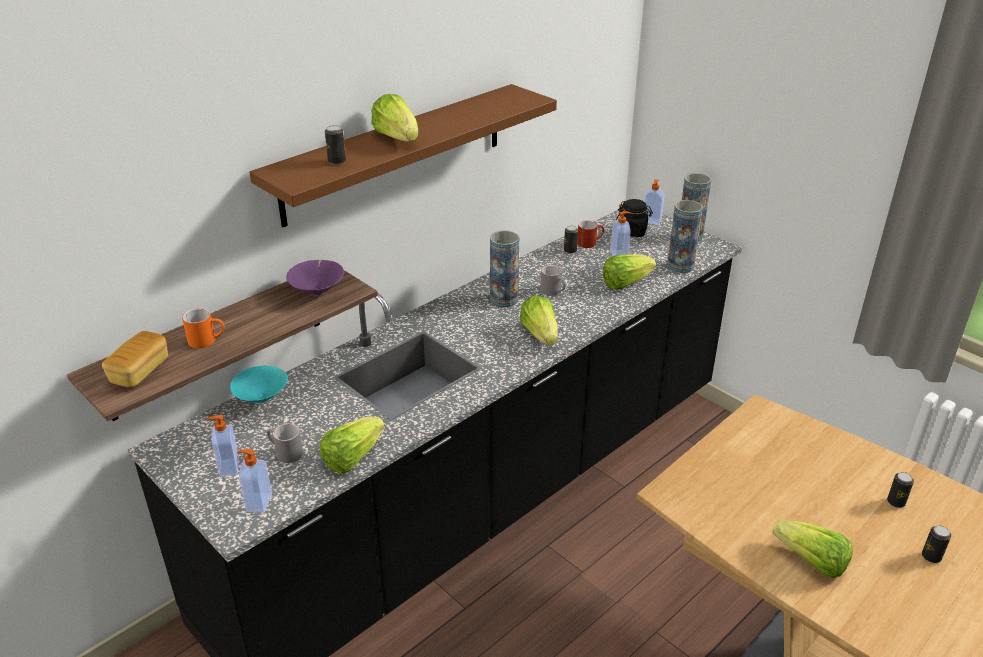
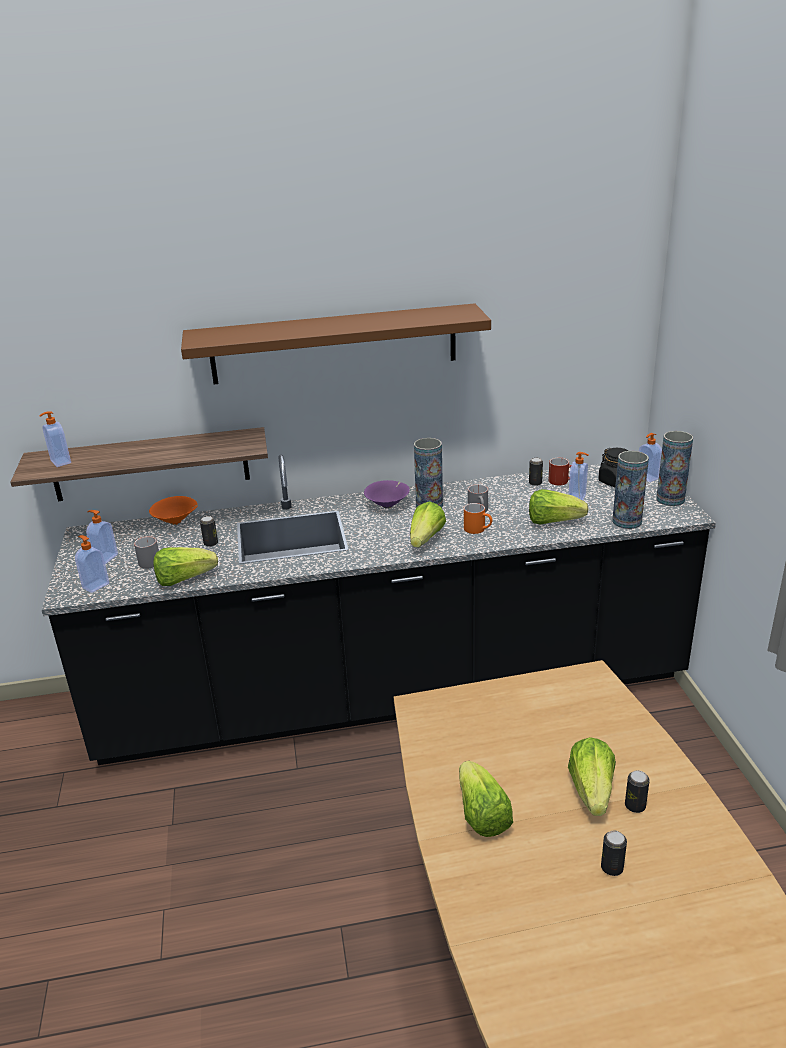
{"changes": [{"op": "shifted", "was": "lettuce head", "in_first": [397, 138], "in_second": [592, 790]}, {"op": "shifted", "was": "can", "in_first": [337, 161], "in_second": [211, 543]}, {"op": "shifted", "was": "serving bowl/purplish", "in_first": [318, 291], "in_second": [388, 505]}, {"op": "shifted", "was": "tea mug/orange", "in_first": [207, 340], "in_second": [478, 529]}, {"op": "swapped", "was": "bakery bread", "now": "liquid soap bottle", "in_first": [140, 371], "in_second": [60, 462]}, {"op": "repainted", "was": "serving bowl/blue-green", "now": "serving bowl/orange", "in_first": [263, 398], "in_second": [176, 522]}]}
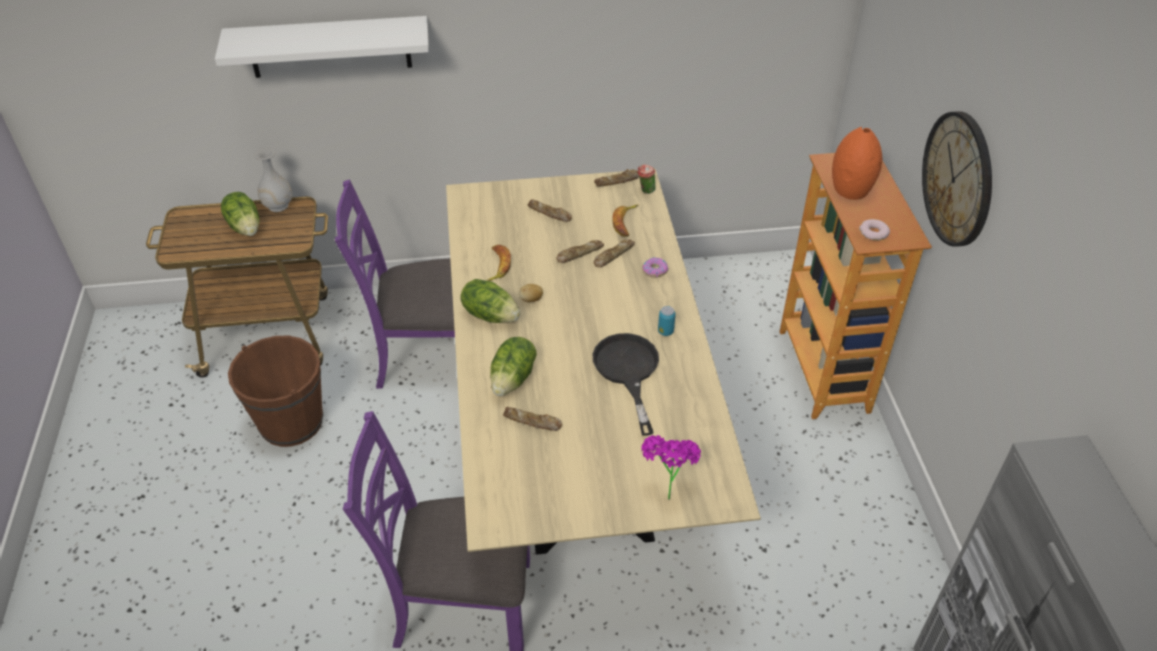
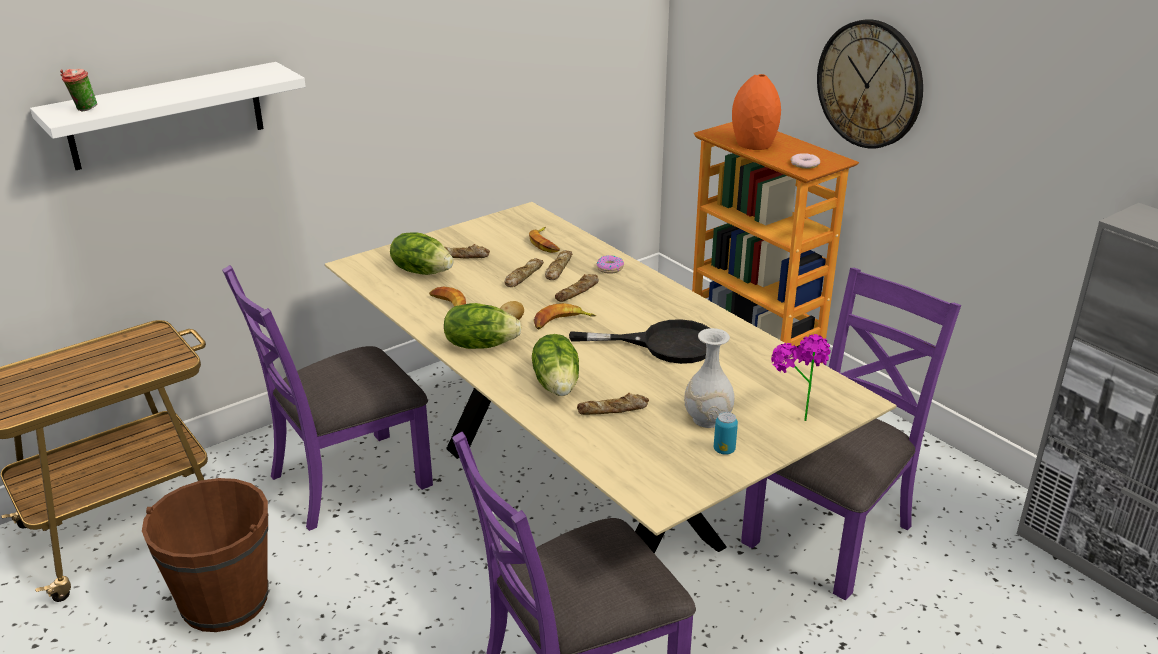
{"changes": [{"op": "shifted", "was": "decorative vase/white", "in_first": [278, 205], "in_second": [707, 419]}, {"op": "shifted", "was": "cup", "in_first": [645, 191], "in_second": [83, 109]}, {"op": "shifted", "was": "bakery bread", "in_first": [617, 181], "in_second": [578, 292]}, {"op": "shifted", "was": "lettuce head", "in_first": [245, 226], "in_second": [422, 271]}, {"op": "shifted", "was": "can", "in_first": [665, 331], "in_second": [724, 450]}, {"op": "rotated", "was": "skillet/black-coloured", "in_first": [628, 372], "in_second": [664, 344], "clockwise": 135}, {"op": "new", "now": "upright chair/purplish", "in_second": [830, 534]}, {"op": "new", "now": "whole banana", "in_second": [561, 322]}]}
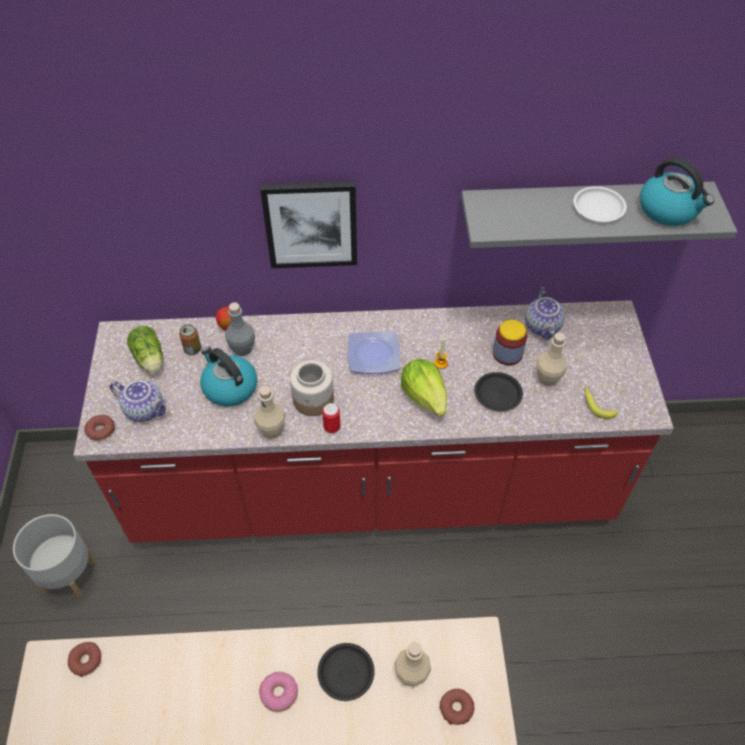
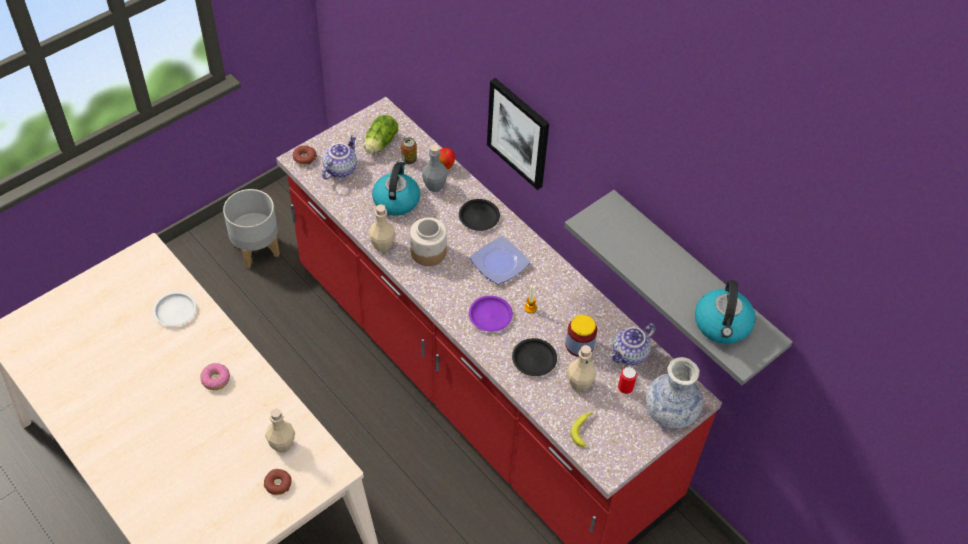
{"changes": [{"op": "shifted", "was": "flat dish/white", "in_first": [598, 207], "in_second": [175, 311]}, {"op": "swapped", "was": "lettuce head", "now": "flat dish/purplish", "in_first": [425, 396], "in_second": [490, 315]}, {"op": "rotated", "was": "tea pot", "in_first": [145, 409], "in_second": [340, 168], "clockwise": -135}, {"op": "shifted", "was": "can", "in_first": [332, 427], "in_second": [625, 388]}, {"op": "gone", "was": "donut", "in_first": [86, 661]}, {"op": "shifted", "was": "flat dish/black-coloured", "in_first": [346, 673], "in_second": [479, 217]}, {"op": "new", "now": "decorative vase", "in_second": [670, 411]}]}
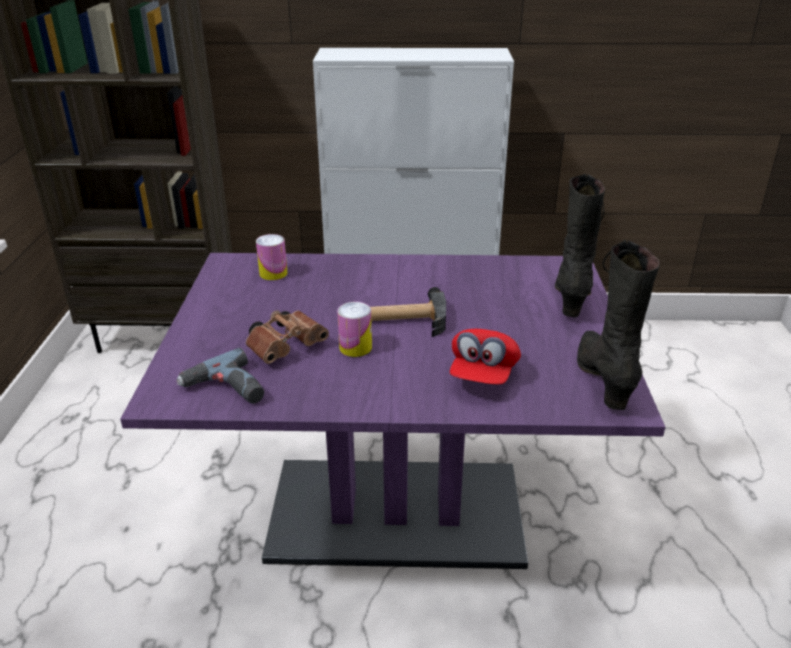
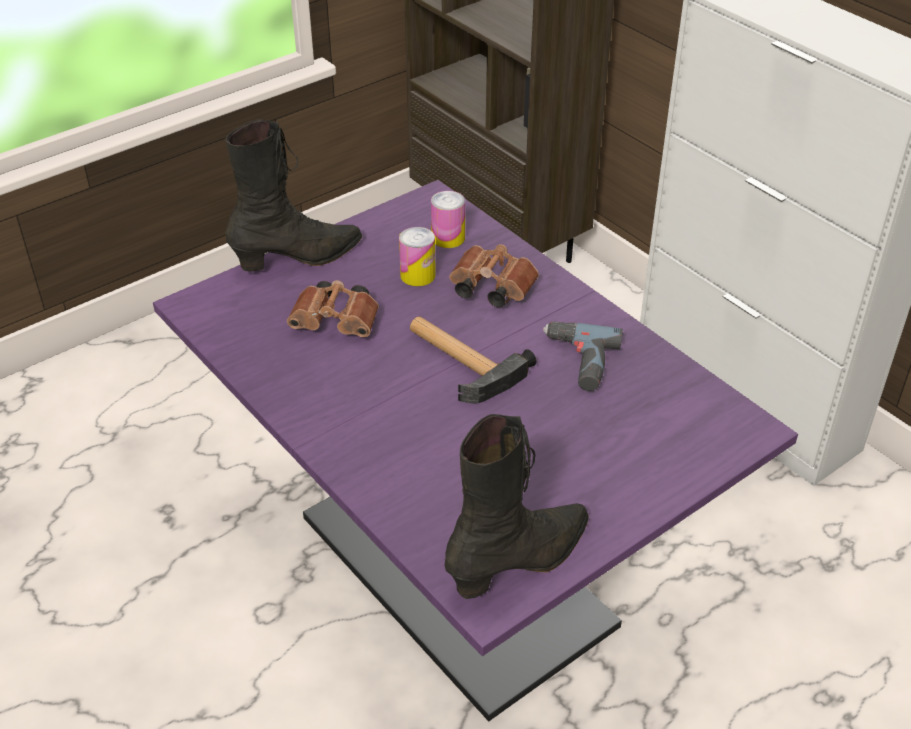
{"changes": [{"op": "shifted", "was": "tall boot/black-coloured", "in_first": [572, 297], "in_second": [299, 258]}, {"op": "shifted", "was": "can", "in_first": [355, 347], "in_second": [417, 275]}, {"op": "gone", "was": "peaked cap/red", "in_first": [483, 374]}, {"op": "shifted", "was": "electric drill", "in_first": [225, 390], "in_second": [577, 362]}, {"op": "new", "now": "pair of binoculars/brownish", "in_second": [489, 289]}]}
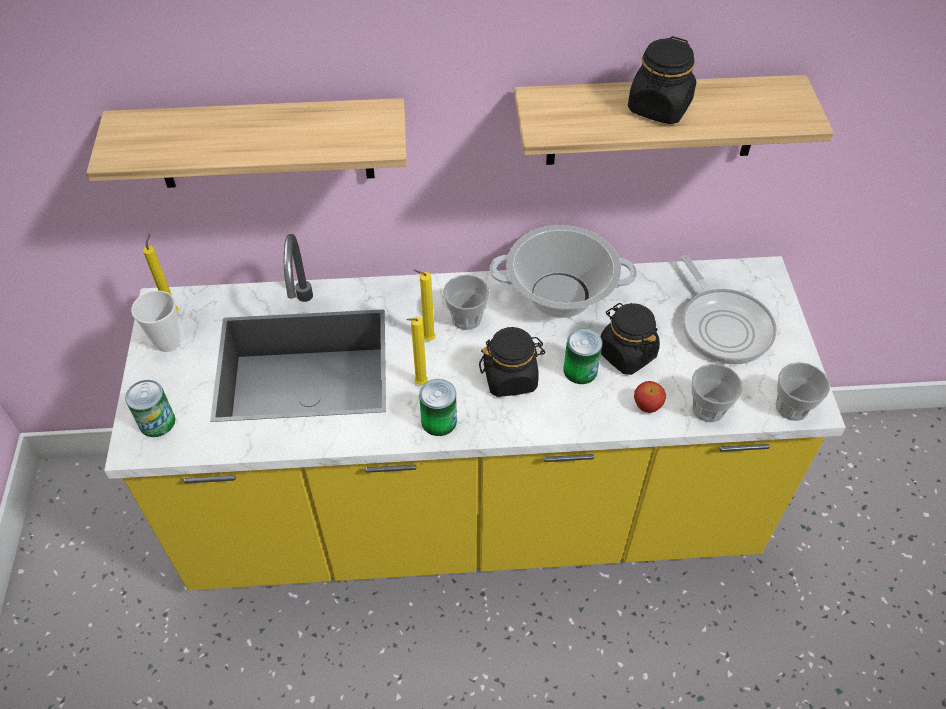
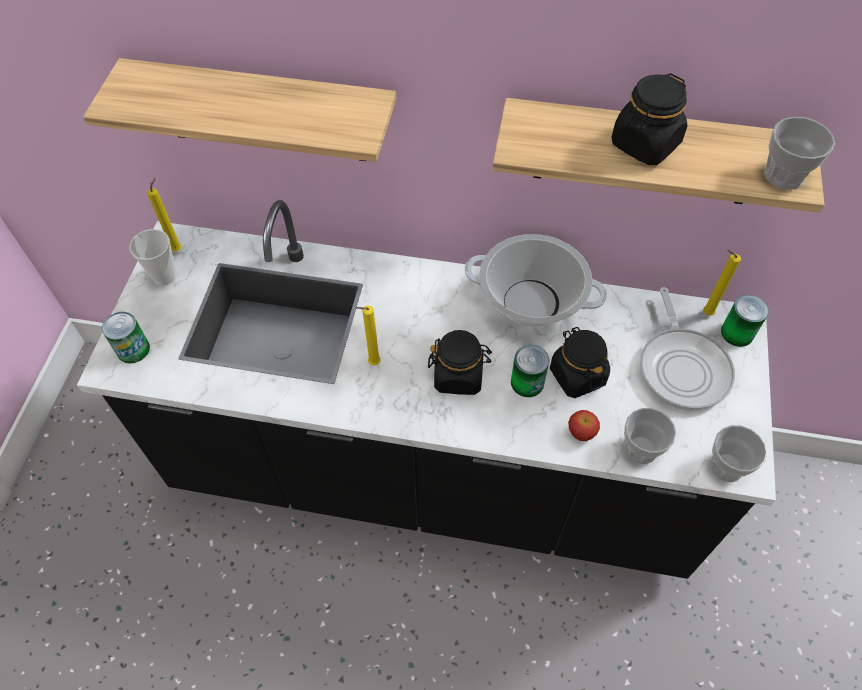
{"changes": [{"op": "repainted", "was": "kitchen counter/yellow-coloured", "now": "kitchen counter/black-coloured", "in_first": [473, 516], "in_second": [432, 476]}, {"op": "shifted", "was": "wax candle/yellow-coloured", "in_first": [426, 339], "in_second": [705, 313]}, {"op": "shifted", "was": "cup", "in_first": [466, 318], "in_second": [784, 175]}, {"op": "shifted", "was": "can", "in_first": [439, 421], "in_second": [737, 333]}]}
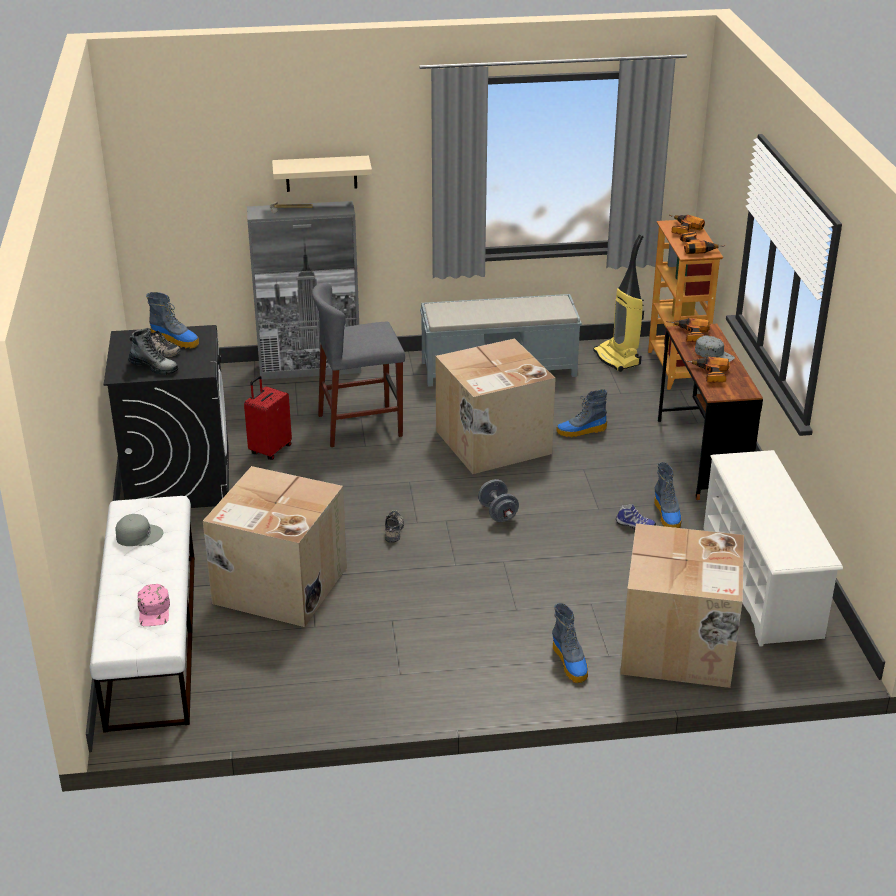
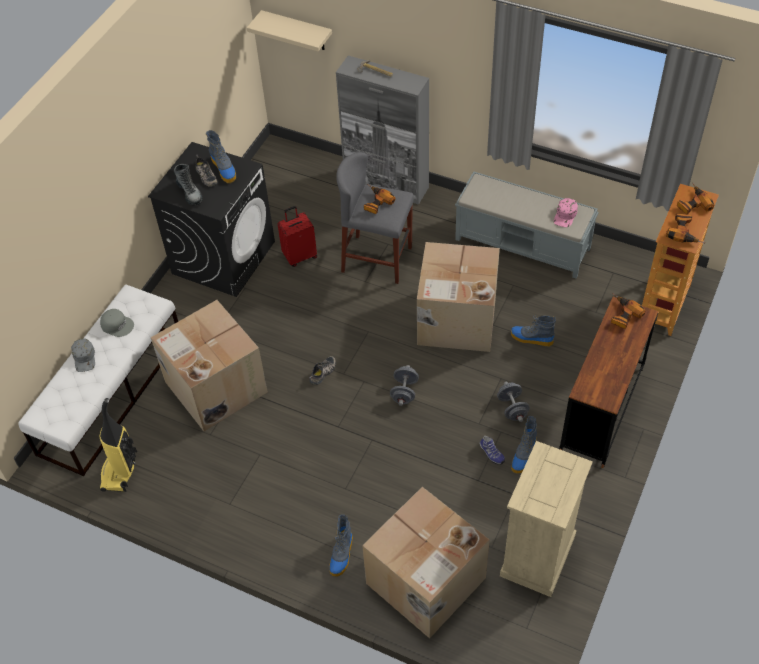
{"changes": [{"op": "shifted", "was": "shelf/sand-coloured", "in_first": [321, 173], "in_second": [297, 31]}, {"op": "shifted", "was": "vacuum", "in_first": [618, 358], "in_second": [120, 472]}, {"op": "shifted", "was": "peaked cap/gray", "in_first": [714, 354], "in_second": [84, 358]}, {"op": "shifted", "was": "electric drill", "in_first": [709, 375], "in_second": [375, 203]}, {"op": "swapped", "was": "shoe stand/white", "now": "drawer chest/sand-coloured", "in_first": [762, 582], "in_second": [537, 556]}, {"op": "shifted", "was": "peaked cap/pink-coloured", "in_first": [154, 611], "in_second": [565, 215]}, {"op": "new", "now": "free weight/gray", "in_second": [512, 408]}]}
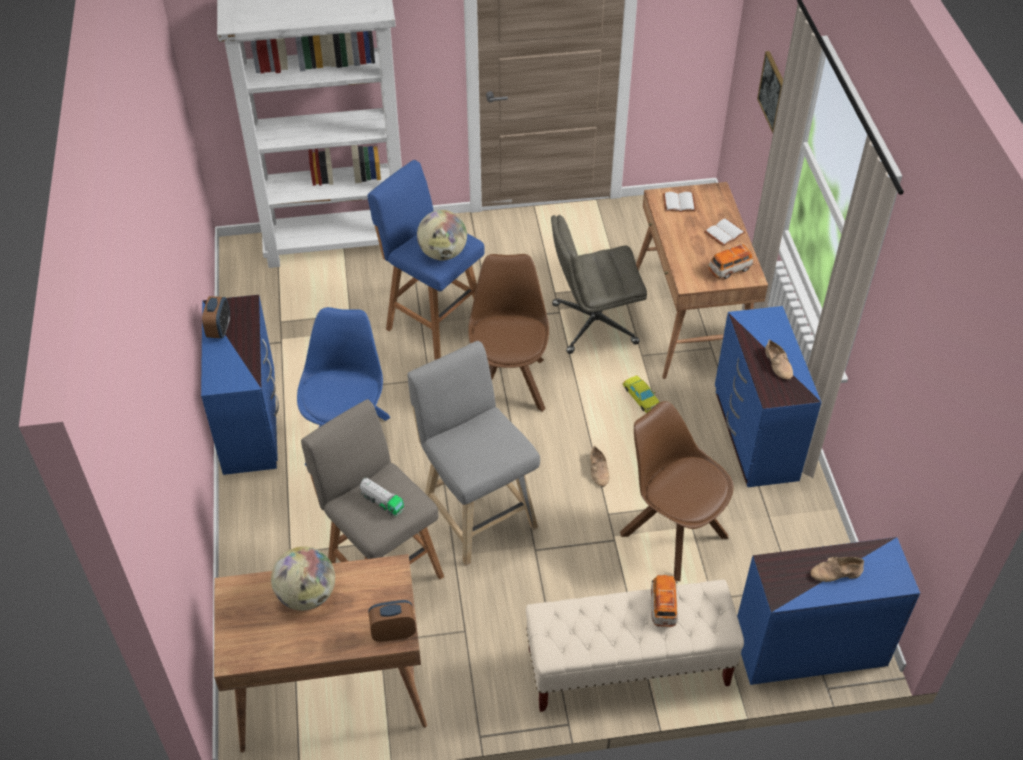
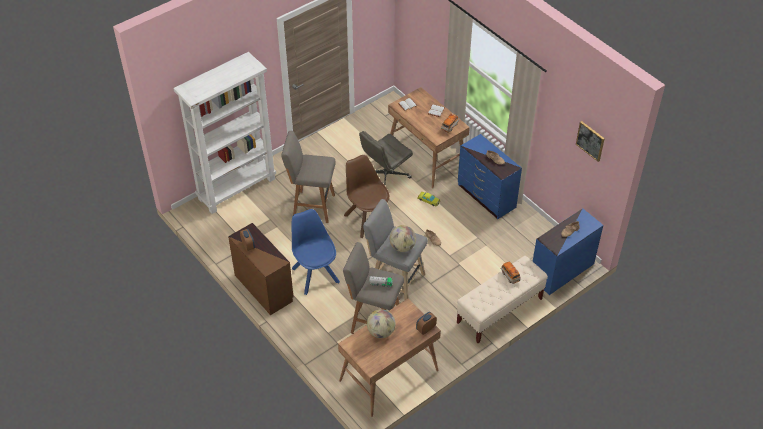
{"changes": [{"op": "shifted", "was": "picture", "in_first": [773, 92], "in_second": [590, 141]}, {"op": "repainted", "was": "sitting stool/blue-coloured", "now": "sitting stool/gray", "in_first": [433, 322], "in_second": [312, 206]}, {"op": "shifted", "was": "desk globe", "in_first": [443, 253], "in_second": [402, 247]}, {"op": "repainted", "was": "drawer chest/blue-coloured", "now": "drawer chest/brownish", "in_first": [251, 422], "in_second": [264, 287]}, {"op": "gone", "was": "upright chair/brownish", "in_first": [671, 533]}]}
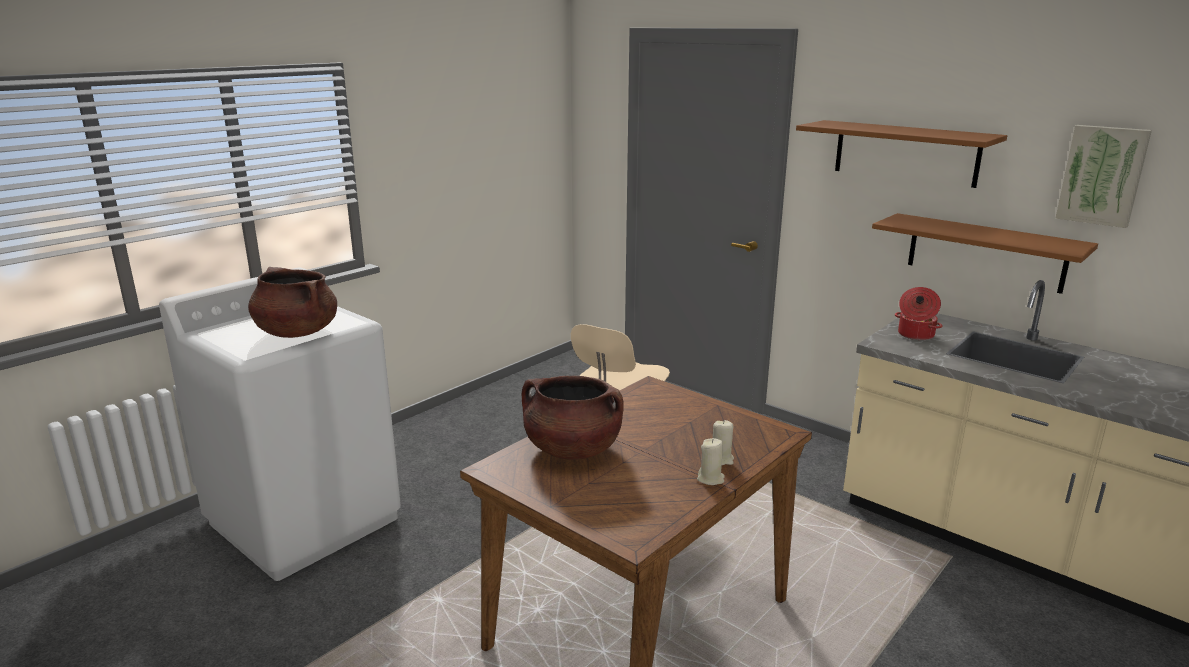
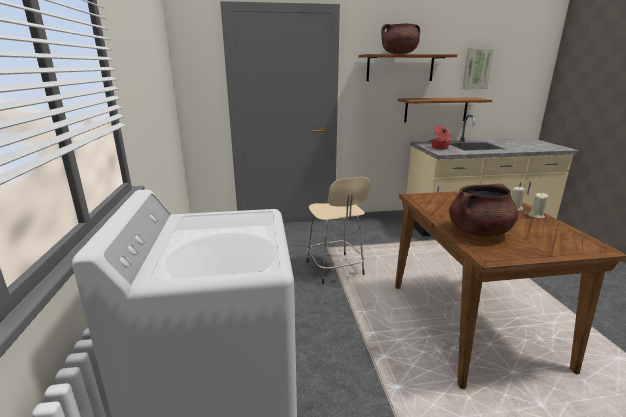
{"changes": [{"op": "shifted", "was": "stockpot/brownish", "in_first": [297, 332], "in_second": [399, 54]}]}
